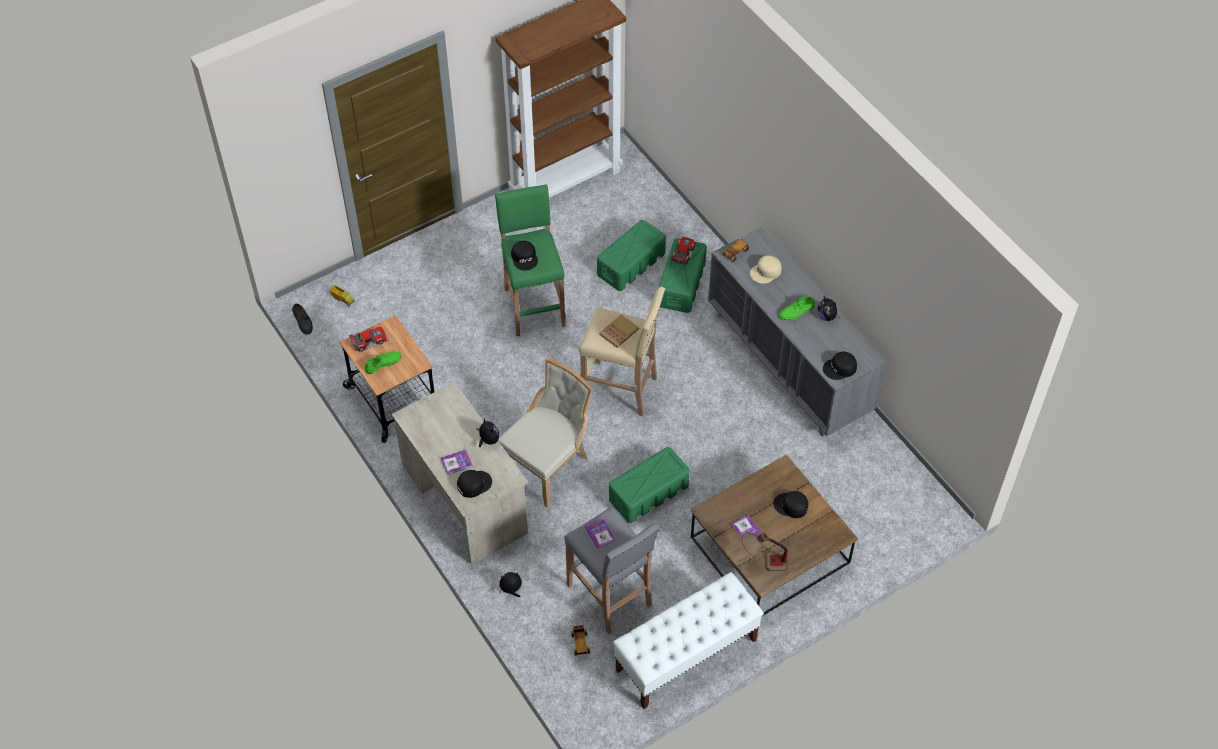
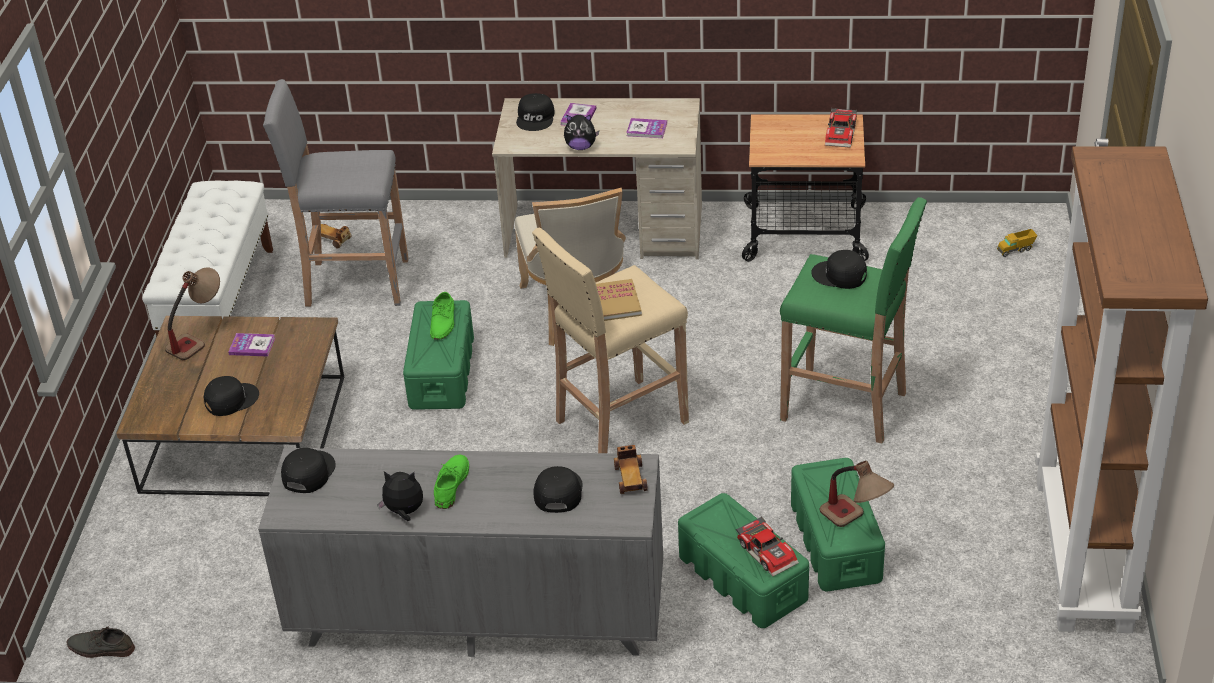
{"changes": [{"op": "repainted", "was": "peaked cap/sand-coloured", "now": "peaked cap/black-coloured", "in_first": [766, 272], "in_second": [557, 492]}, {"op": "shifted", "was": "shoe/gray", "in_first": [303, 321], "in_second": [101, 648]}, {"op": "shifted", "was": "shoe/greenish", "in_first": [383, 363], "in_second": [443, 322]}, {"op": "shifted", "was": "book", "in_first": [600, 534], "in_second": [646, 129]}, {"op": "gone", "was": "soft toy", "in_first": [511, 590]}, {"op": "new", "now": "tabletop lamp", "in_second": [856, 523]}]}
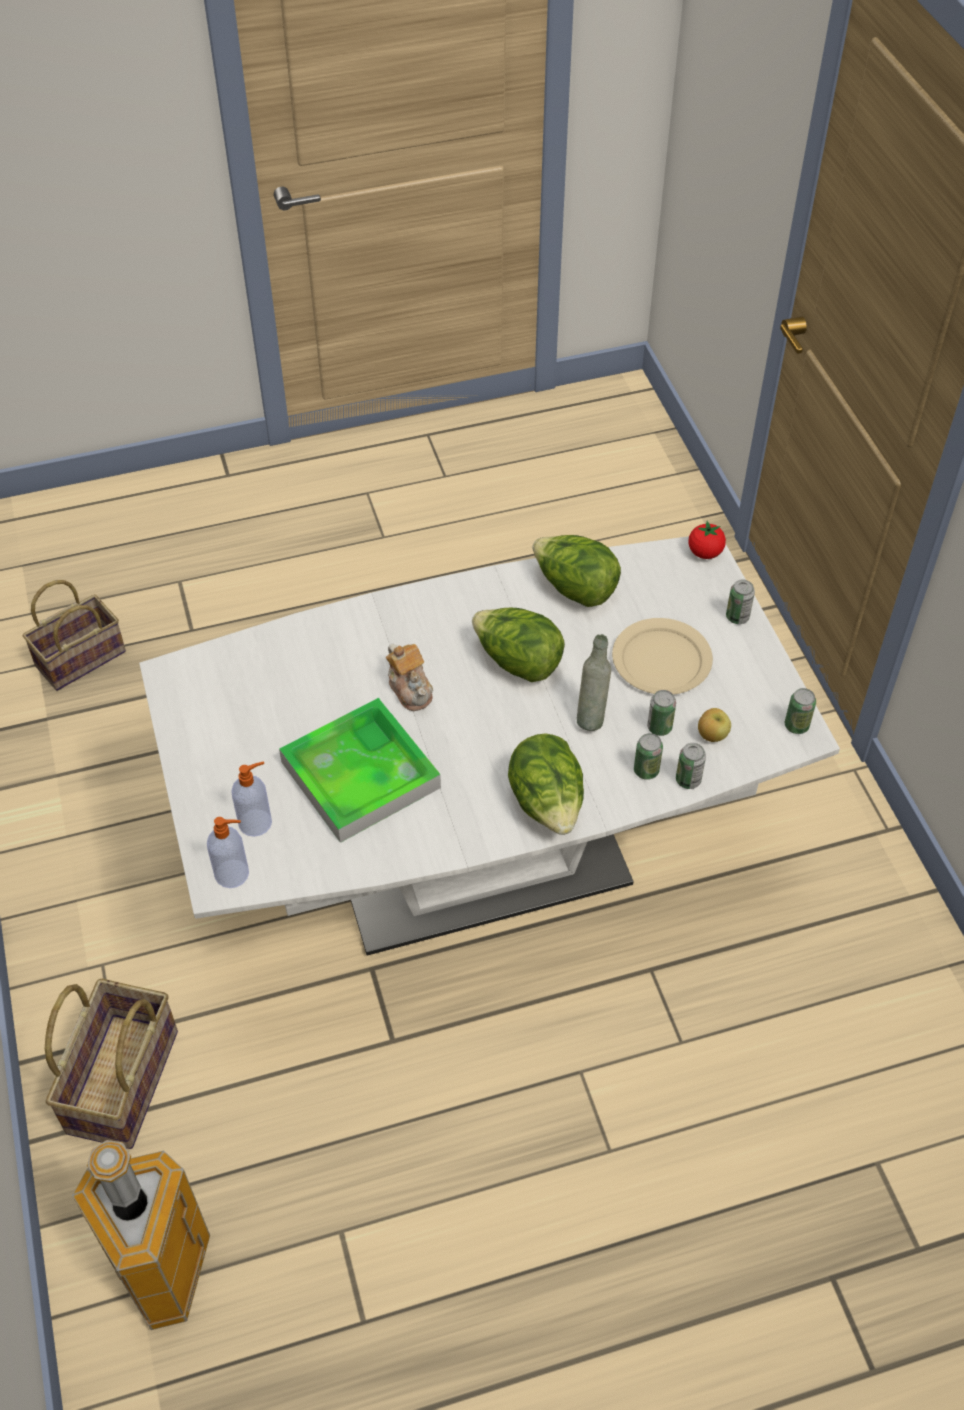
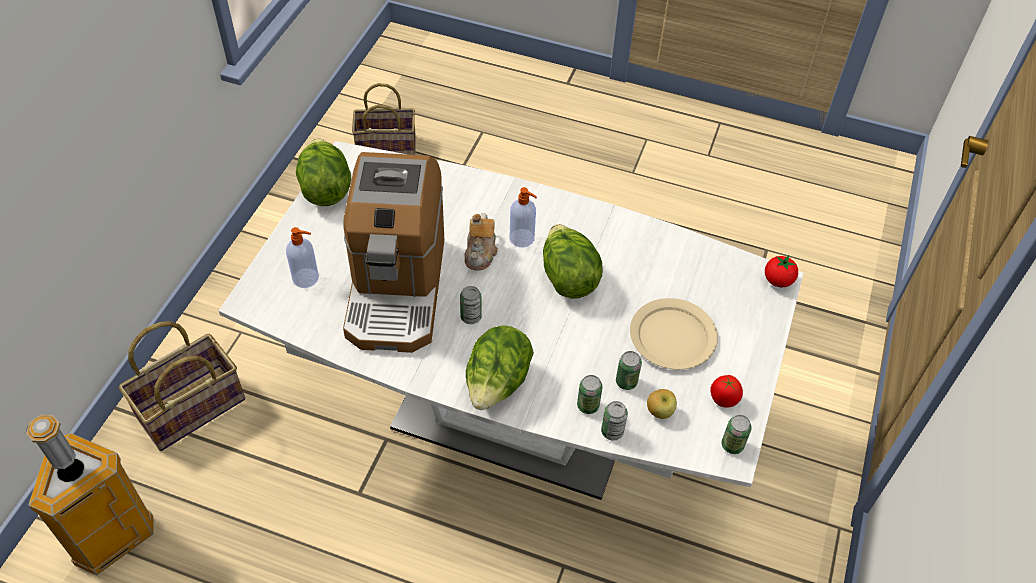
{"changes": [{"op": "shifted", "was": "lettuce head", "in_first": [575, 589], "in_second": [325, 189]}, {"op": "shifted", "was": "can", "in_first": [737, 617], "in_second": [471, 317]}, {"op": "gone", "was": "bottle/gray", "in_first": [591, 716]}, {"op": "swapped", "was": "carrying tray", "now": "coffee maker", "in_first": [360, 775], "in_second": [396, 288]}, {"op": "shifted", "was": "liquid soap bottle", "in_first": [233, 874], "in_second": [522, 238]}, {"op": "new", "now": "tomato", "in_second": [723, 400]}]}
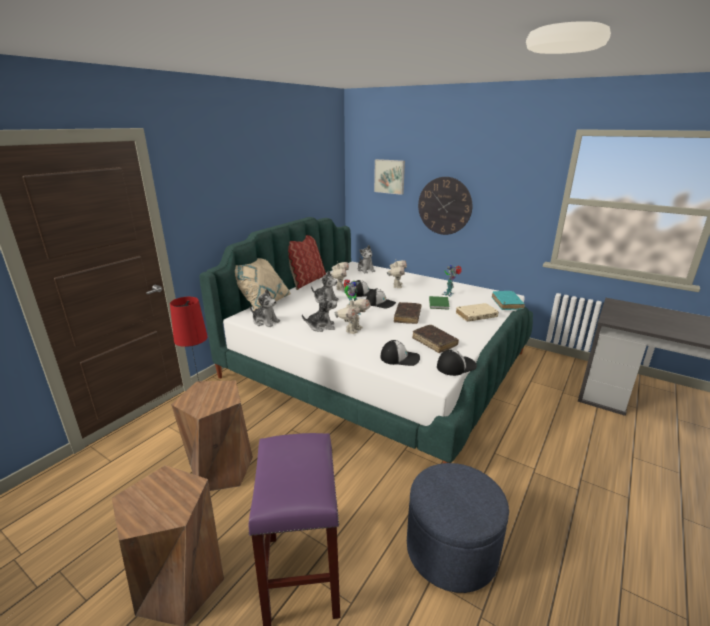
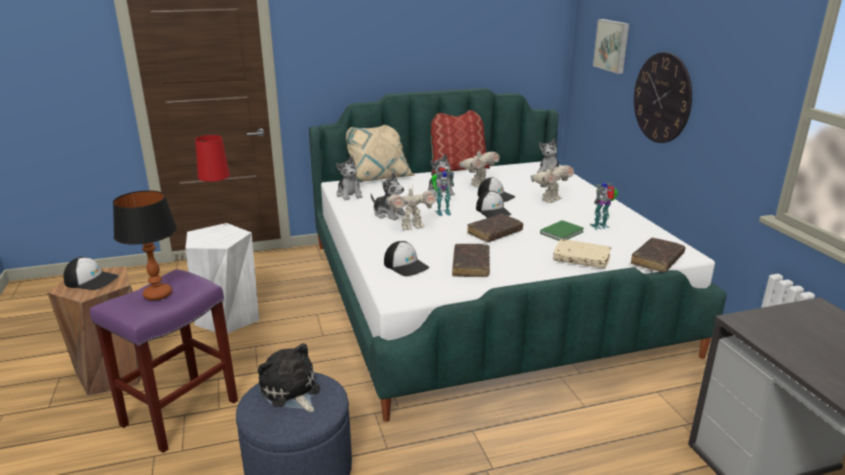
{"changes": [{"op": "repainted", "was": "book/blue-green", "now": "book/brownish", "in_first": [507, 304], "in_second": [657, 260]}, {"op": "shifted", "was": "peaked cap", "in_first": [456, 366], "in_second": [91, 280]}, {"op": "repainted", "was": "sitting stool/brownish", "now": "sitting stool/white", "in_first": [221, 469], "in_second": [228, 317]}, {"op": "new", "now": "tabletop lamp", "in_second": [158, 295]}, {"op": "new", "now": "soft toy", "in_second": [291, 392]}]}
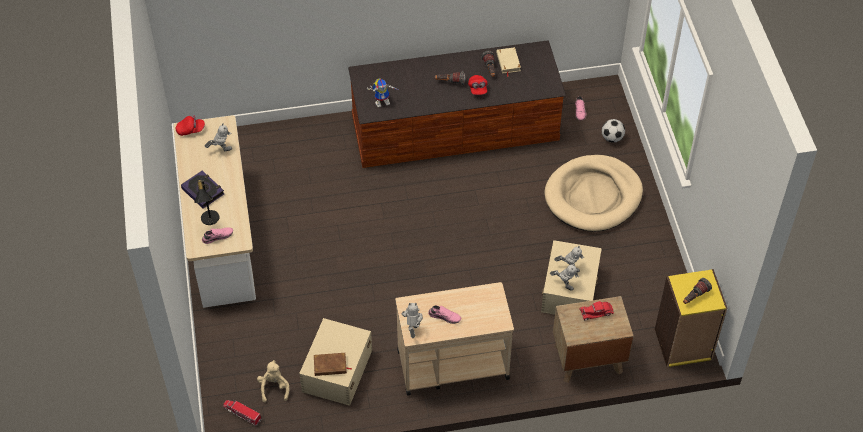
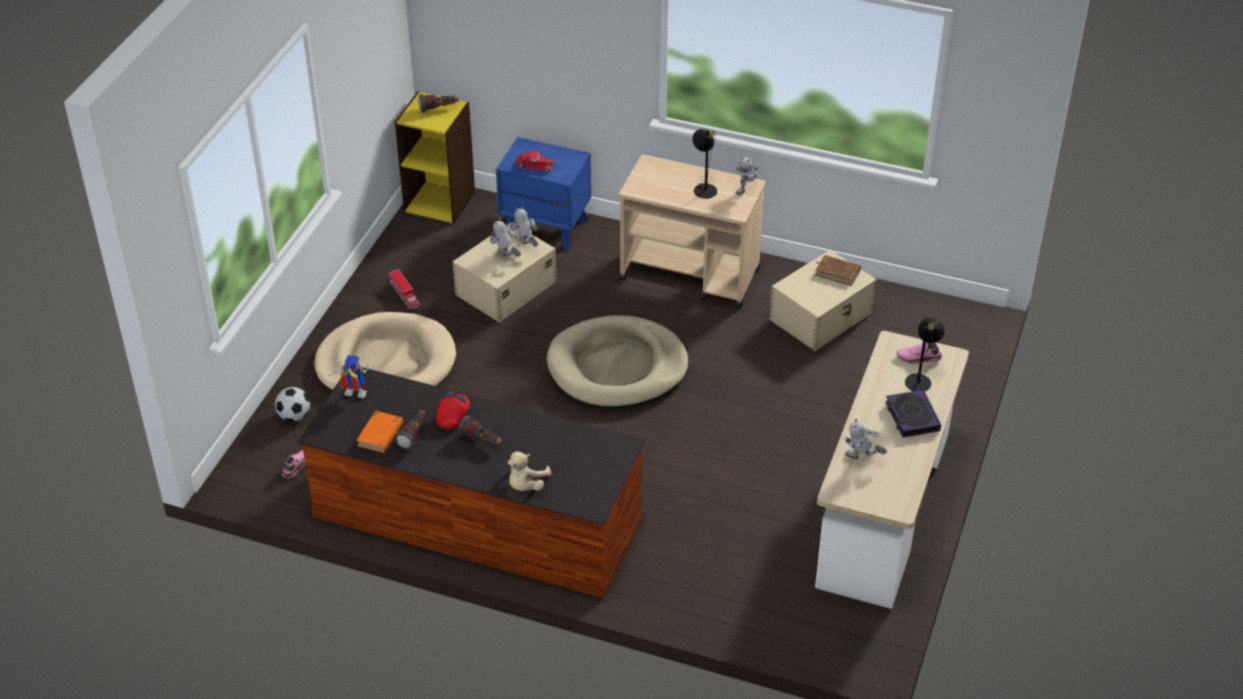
{"changes": [{"op": "repainted", "was": "book/sand-coloured", "now": "book/orange", "in_first": [508, 62], "in_second": [380, 434]}, {"op": "shifted", "was": "robot figure", "in_first": [383, 101], "in_second": [352, 396]}, {"op": "gone", "was": "peaked cap/red", "in_first": [190, 130]}, {"op": "repainted", "was": "bedside table/brownish", "now": "bedside table/blue-coloured", "in_first": [587, 359], "in_second": [546, 226]}, {"op": "swapped", "was": "shoe/pink-coloured", "now": "tabletop lamp/black-coloured", "in_first": [445, 316], "in_second": [704, 188]}, {"op": "shifted", "was": "soft toy/sand-coloured", "in_first": [274, 388], "in_second": [526, 485]}, {"op": "shifted", "was": "toy truck", "in_first": [242, 414], "in_second": [404, 294]}, {"op": "new", "now": "pet bed/sand-coloured", "in_second": [617, 367]}]}
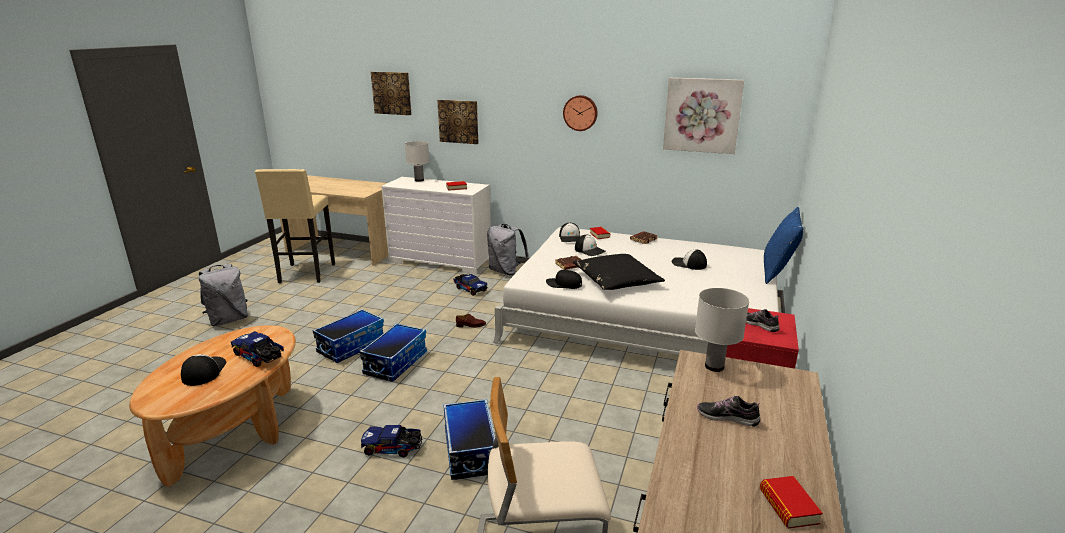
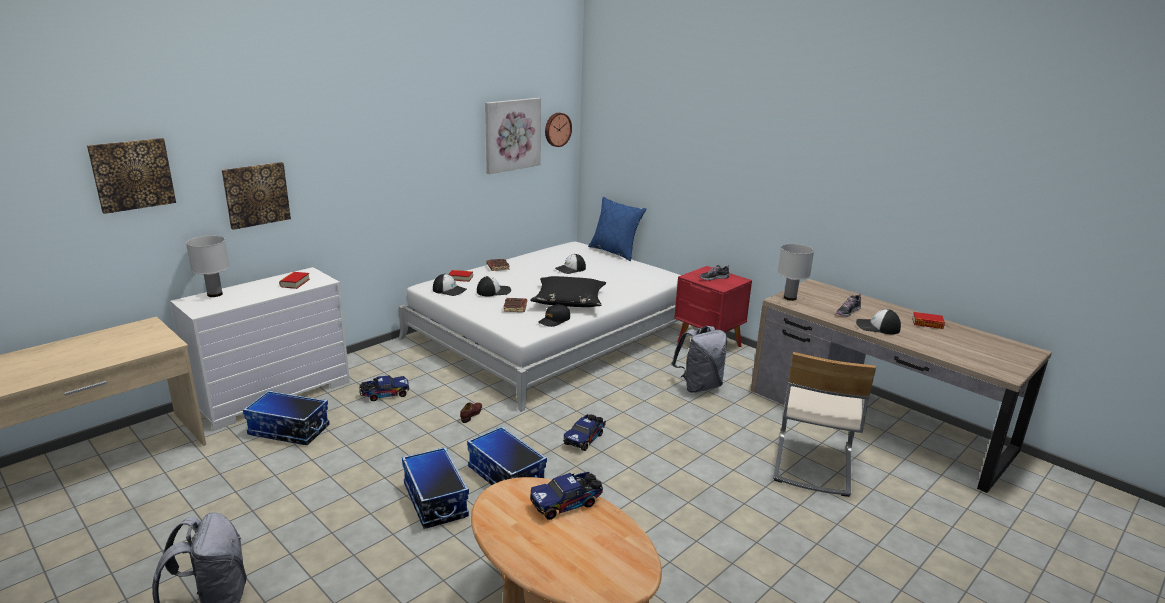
{"changes": [{"op": "shifted", "was": "wall clock", "in_first": [580, 113], "in_second": [557, 129]}, {"op": "gone", "was": "sitting stool/sand-coloured", "in_first": [306, 274]}, {"op": "shifted", "was": "knapsack/gray", "in_first": [506, 271], "in_second": [699, 386]}, {"op": "shifted", "was": "peaked cap", "in_first": [203, 371], "in_second": [877, 327]}, {"op": "shifted", "was": "storage bin", "in_first": [469, 451], "in_second": [288, 431]}, {"op": "shifted", "was": "toy truck", "in_first": [393, 448], "in_second": [585, 438]}]}
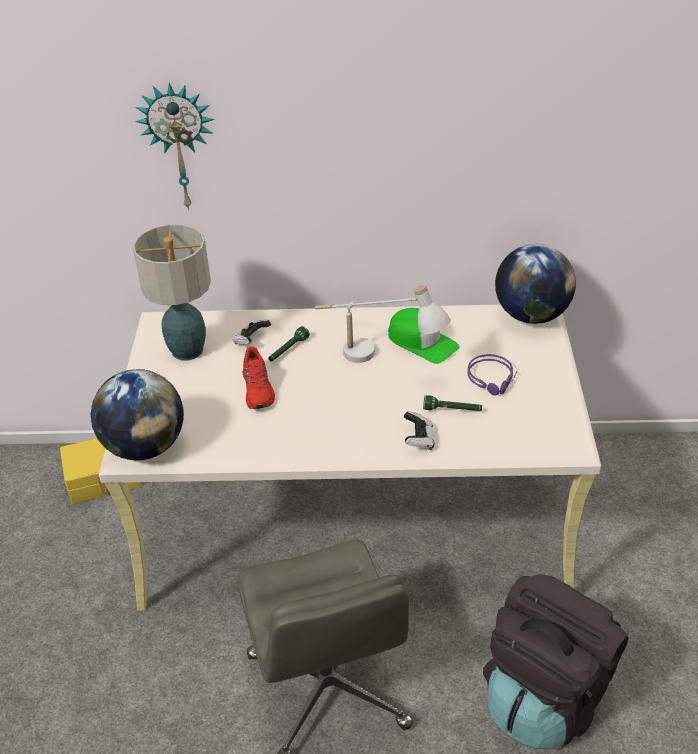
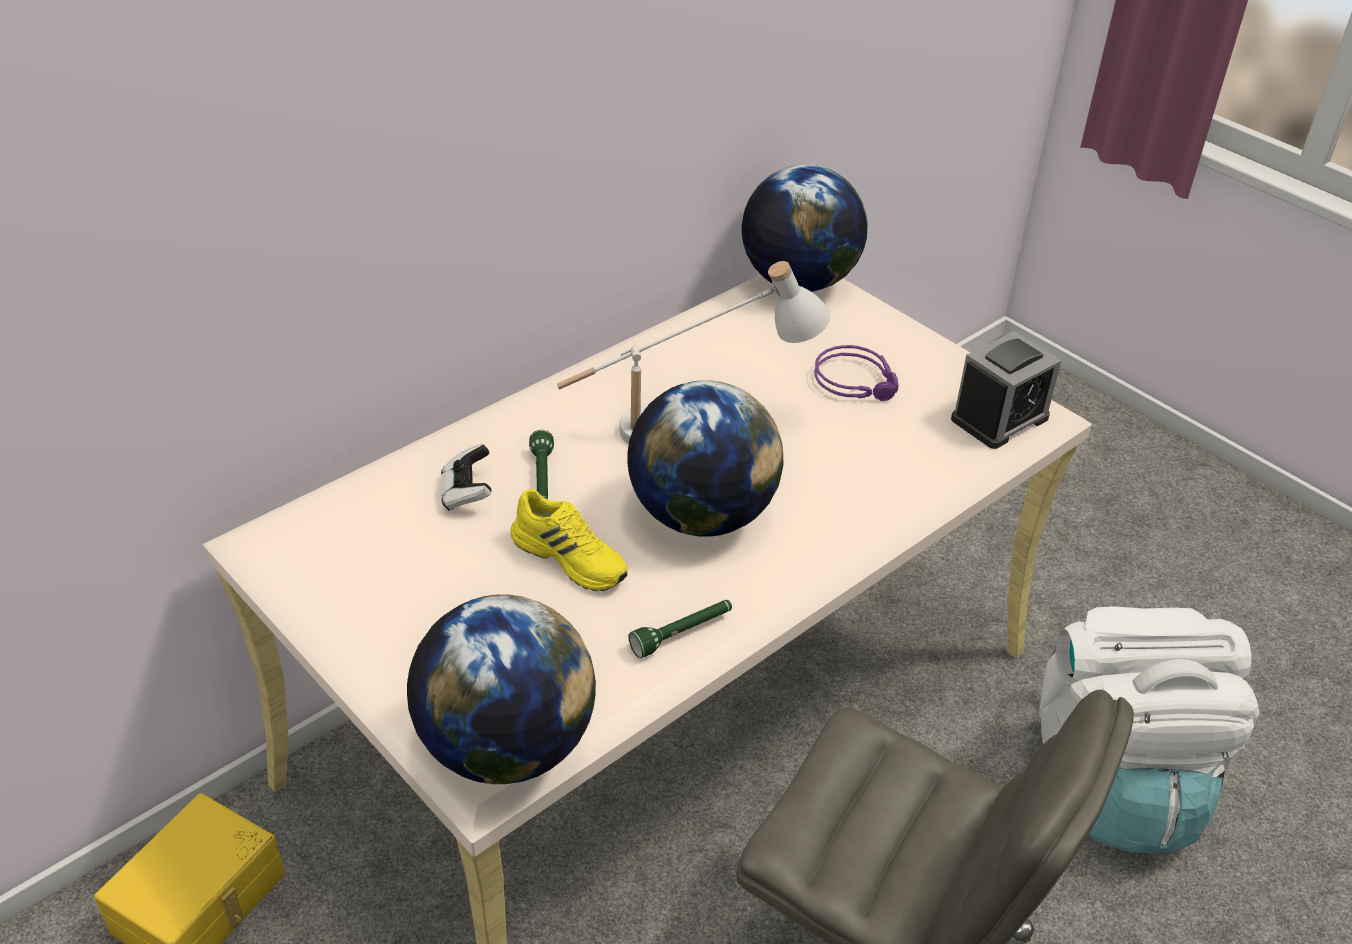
{"changes": [{"op": "gone", "was": "wall clock", "in_first": [180, 146]}, {"op": "gone", "was": "tabletop lamp", "in_first": [186, 350]}, {"op": "gone", "was": "peaked cap/greenish", "in_first": [421, 342]}, {"op": "repainted", "was": "shoe/red", "now": "shoe/yellow-coloured", "in_first": [258, 389], "in_second": [571, 557]}, {"op": "shifted", "was": "flashlight/greenish", "in_first": [452, 410], "in_second": [682, 634]}, {"op": "gone", "was": "gamepad", "in_first": [418, 440]}, {"op": "repainted", "was": "knapsack/black-coloured", "now": "knapsack/white", "in_first": [546, 697], "in_second": [1115, 782]}, {"op": "new", "now": "table clock", "in_second": [999, 418]}, {"op": "new", "now": "desk globe", "in_second": [701, 515]}]}
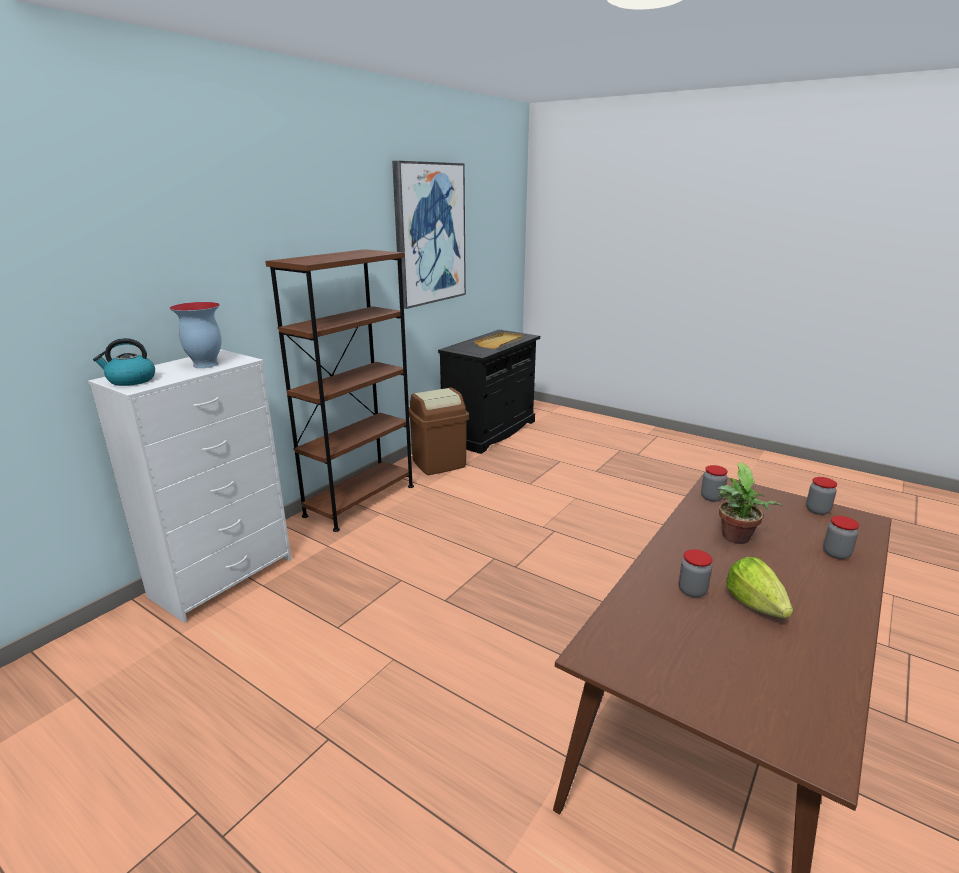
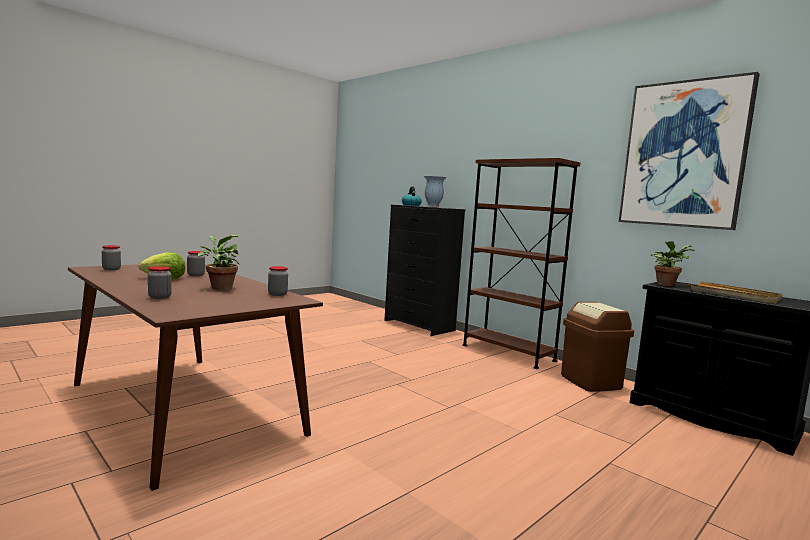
{"changes": [{"op": "repainted", "was": "drawer chest/white", "now": "drawer chest/black-coloured", "in_first": [223, 576], "in_second": [419, 326]}, {"op": "shifted", "was": "preserve jar", "in_first": [817, 510], "in_second": [111, 269]}, {"op": "new", "now": "houseplant", "in_second": [666, 284]}]}
